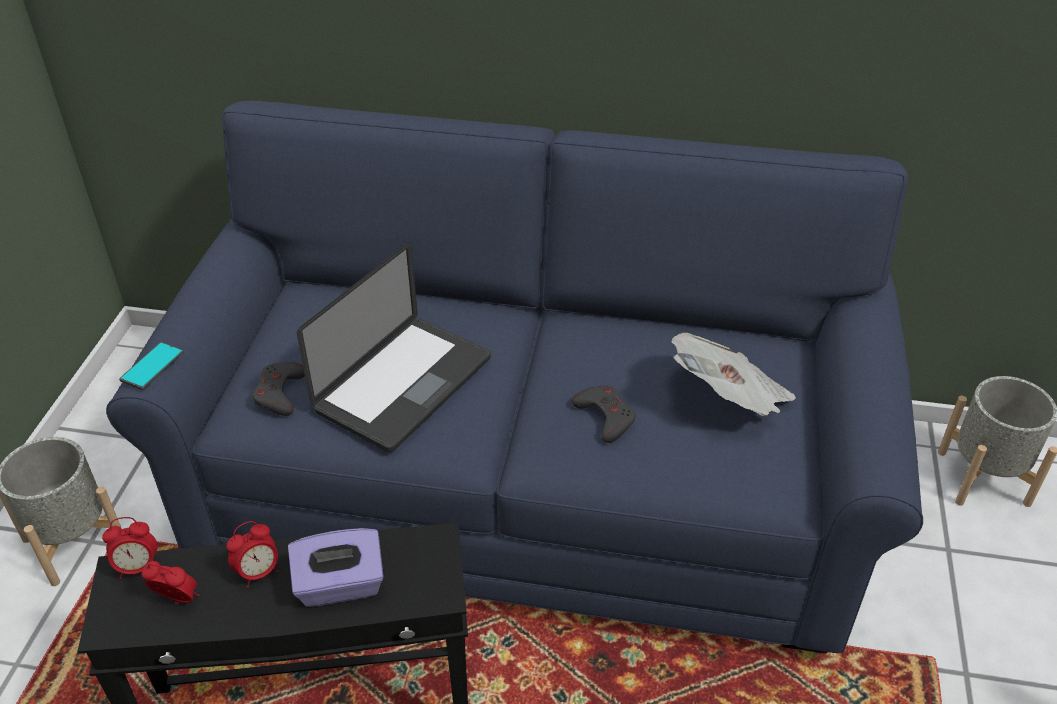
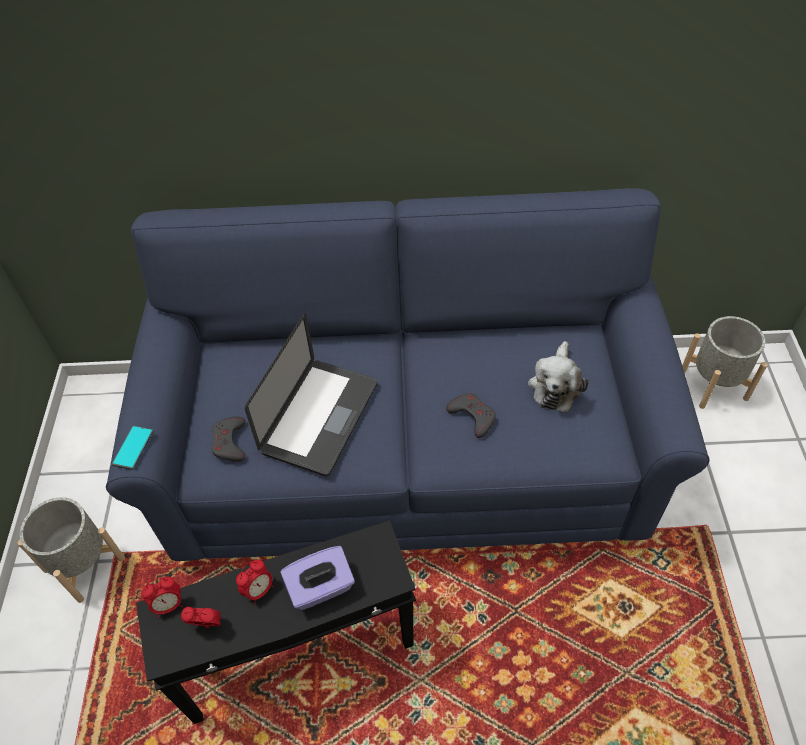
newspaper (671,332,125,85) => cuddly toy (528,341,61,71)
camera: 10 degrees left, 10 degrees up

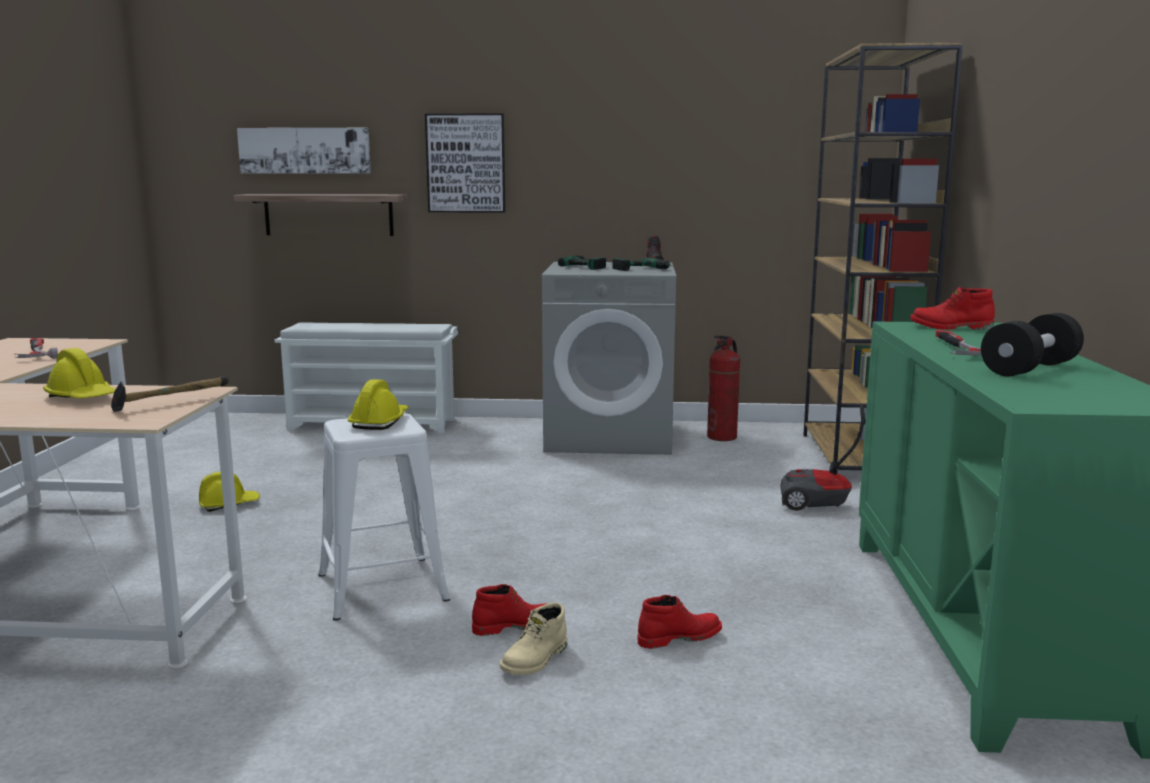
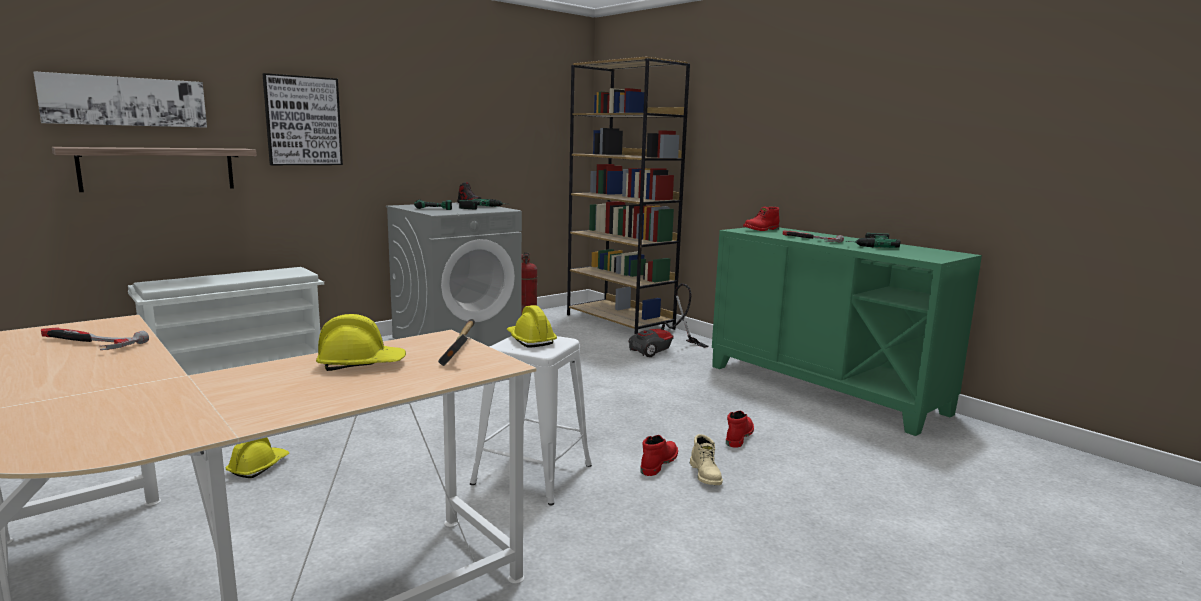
black hand weight (981,313,103,63) => drill (846,233,54,15)
camera: 45 degrees left, 0 degrees up

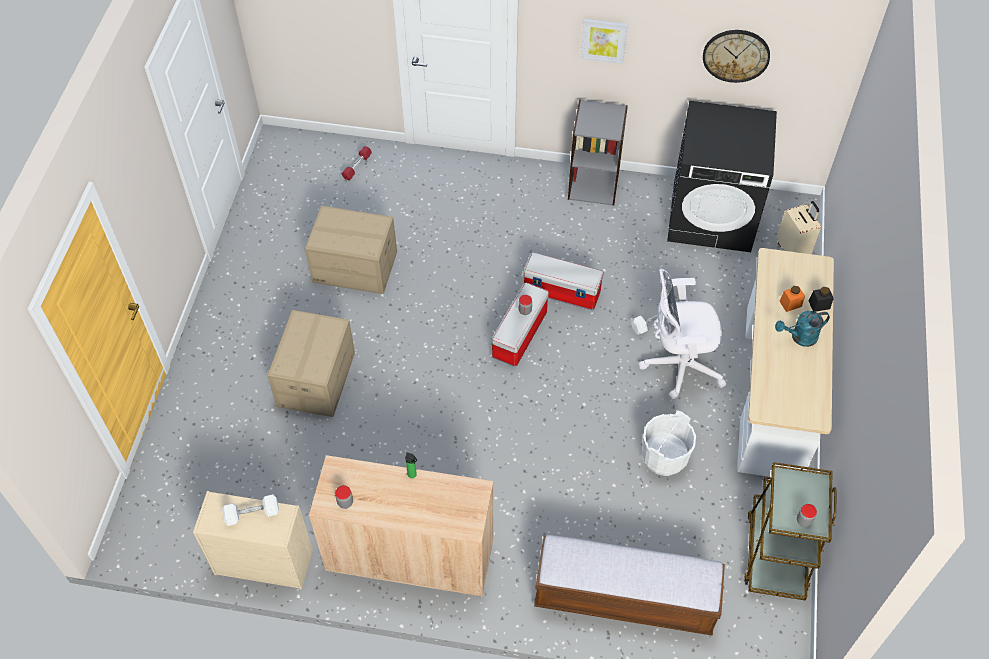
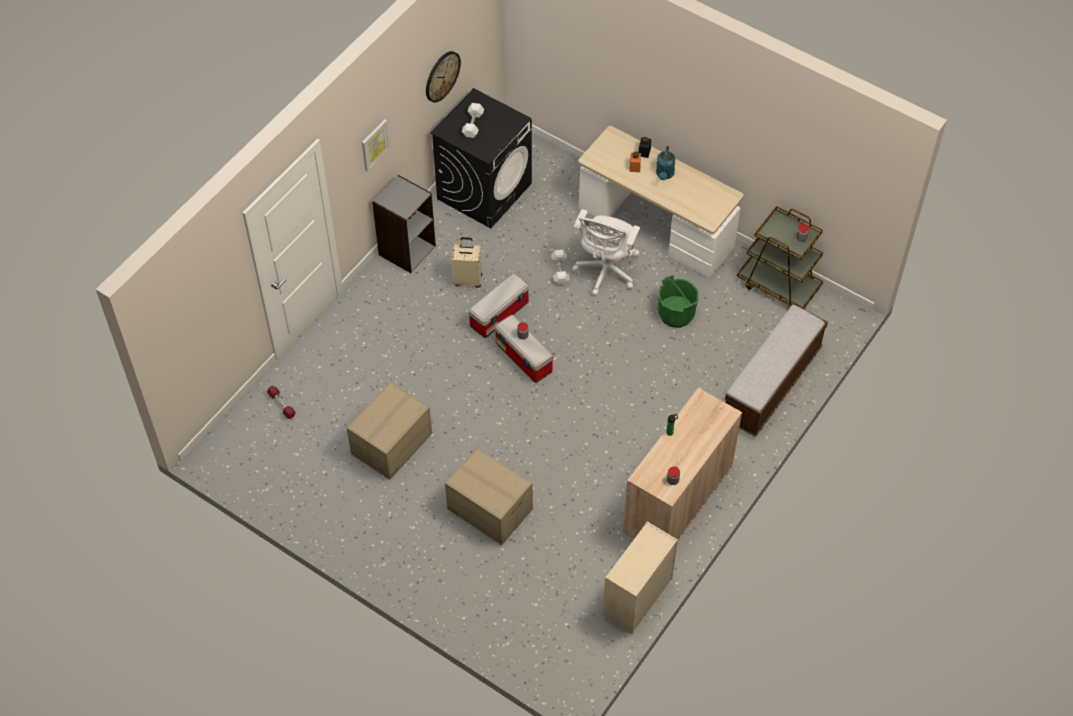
white hand weight (222,494,57,32) => white hand weight (462,103,22,35), relocated
white water bucket (642,410,54,66) => green water bucket (658,275,41,53)
beige-coloured piece of luggage (777,201,44,53) => beige-coloured piece of luggage (451,237,31,51), relocated
camera: 65 degrees left, 0 degrees up

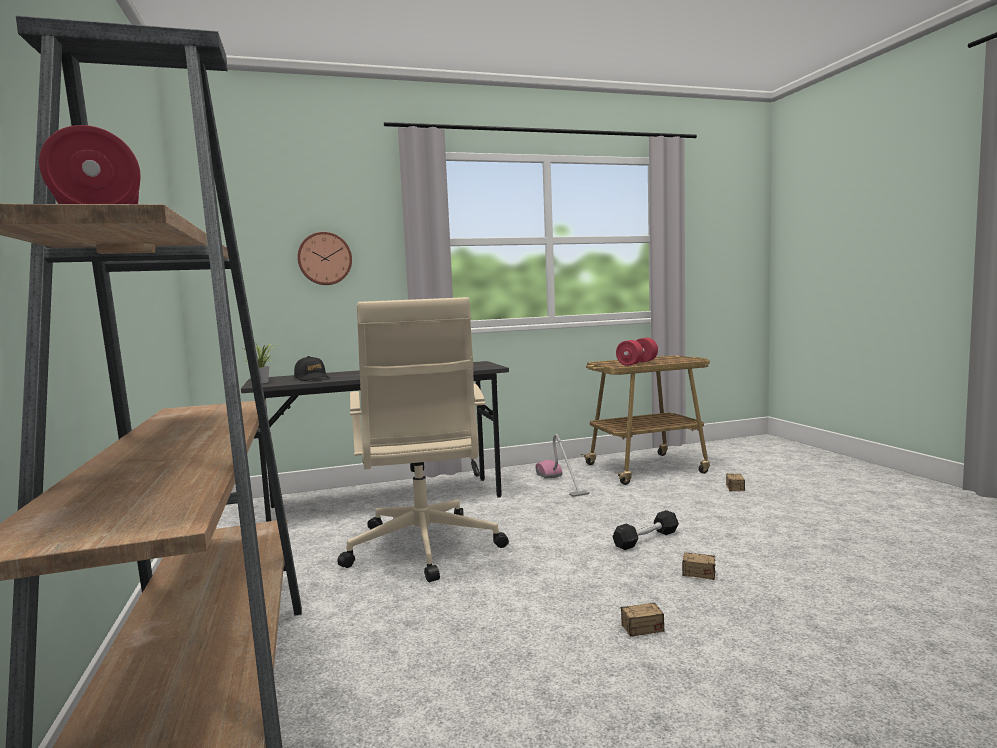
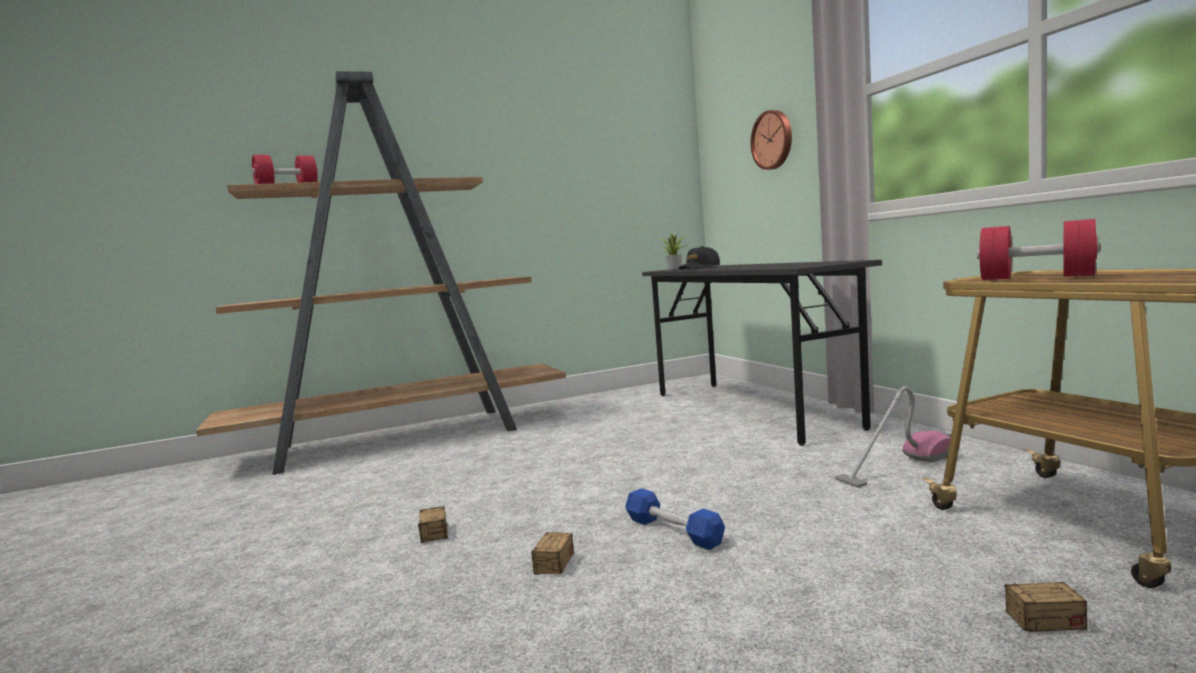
beige-coloured computer chair (337,297,172,285) => nothing
black hand weight (613,510,66,40) => blue hand weight (625,488,100,62)
camera: 85 degrees right, 0 degrees up

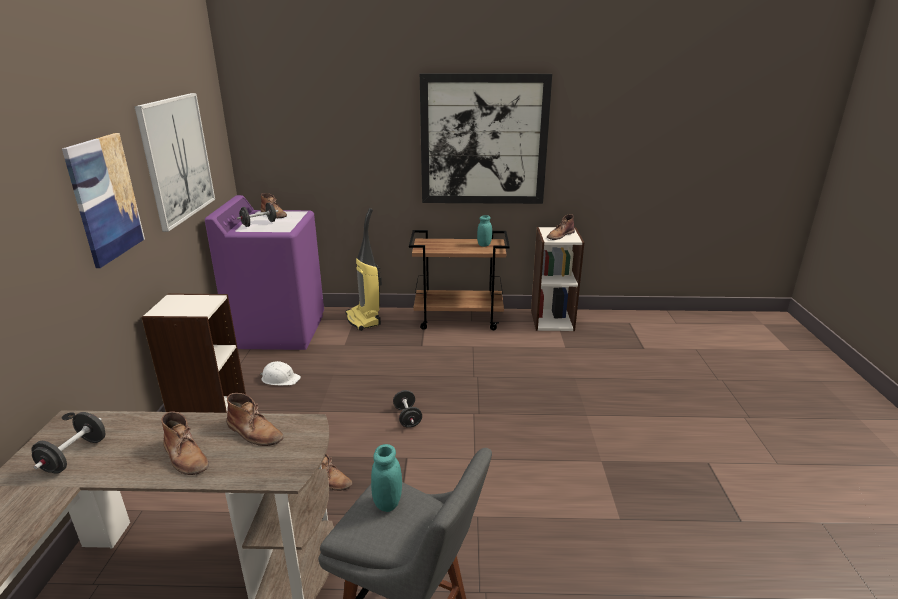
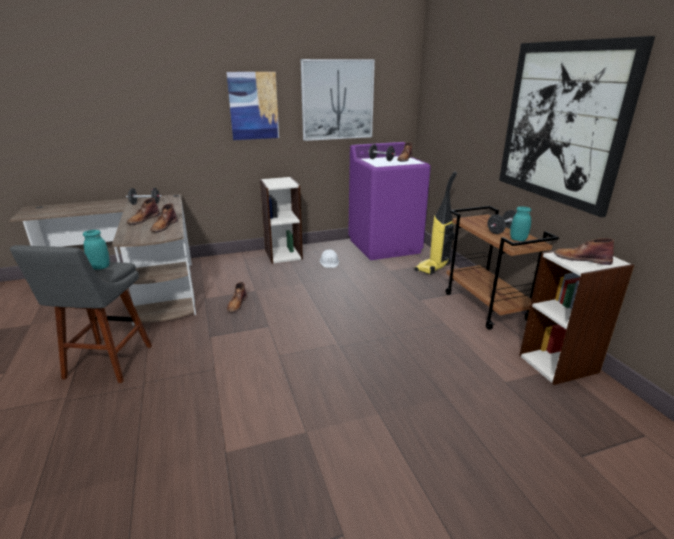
black hand weight (393,390,29,38) => black hand weight (488,210,29,24), relocated
camera: 70 degrees right, 0 degrees up

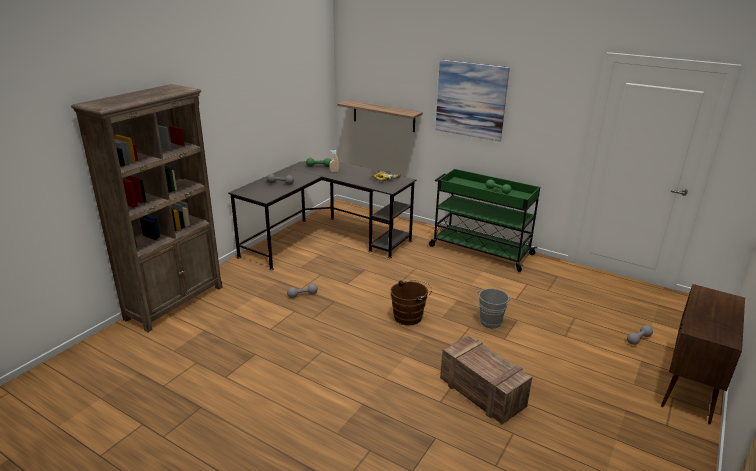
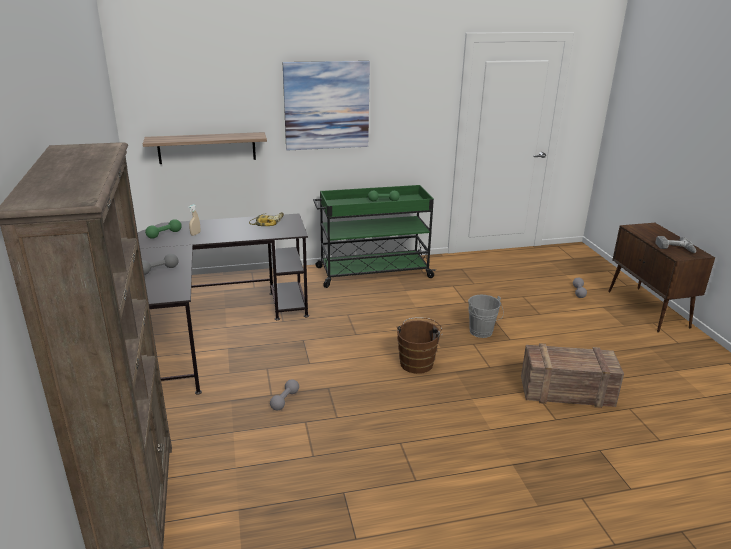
nothing => drill (656,236,40,17)
camera: 45 degrees left, 0 degrees up

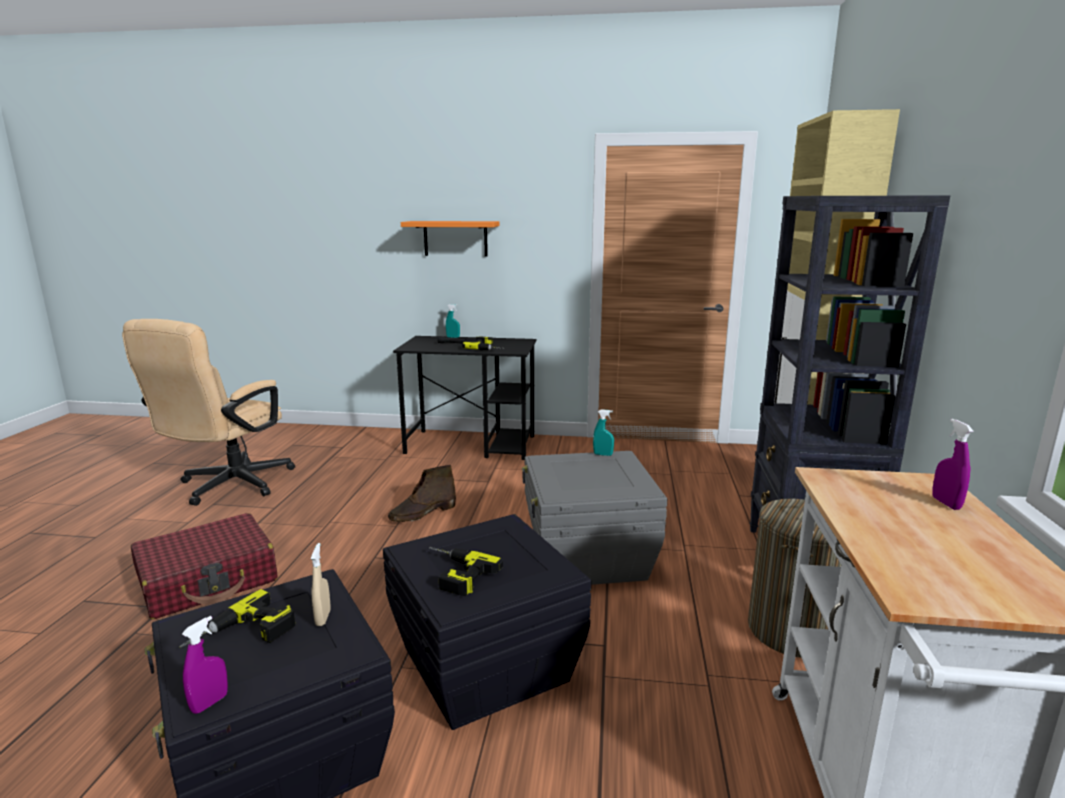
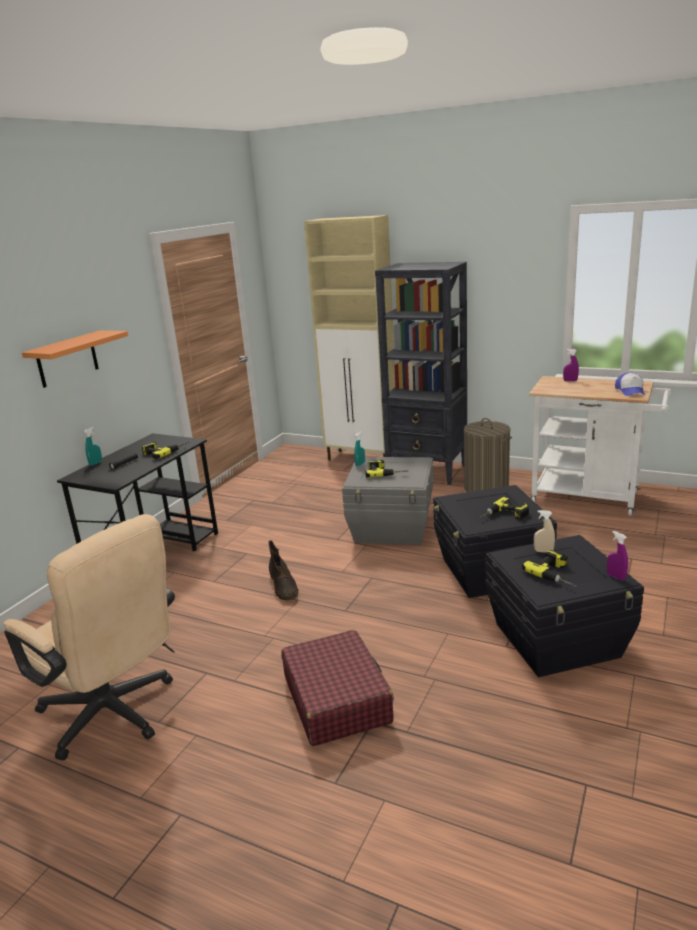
nothing => drill (365,460,43,18)
nothing => cap (615,373,30,23)
camera: 70 degrees left, 5 degrees up

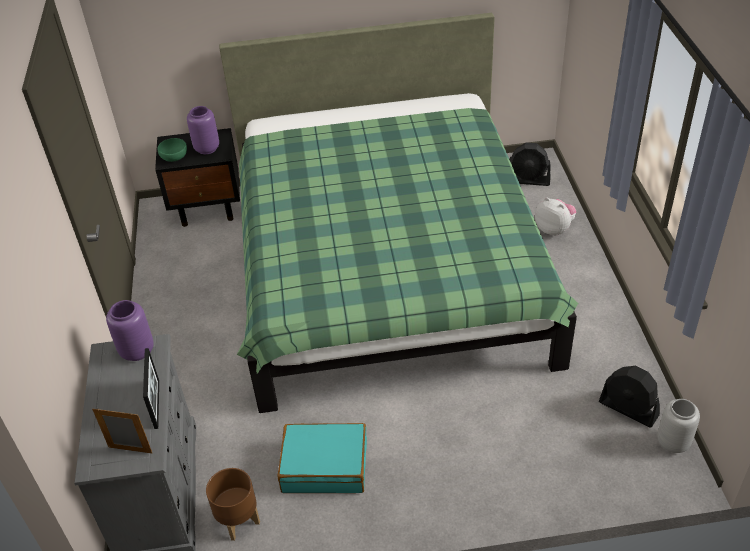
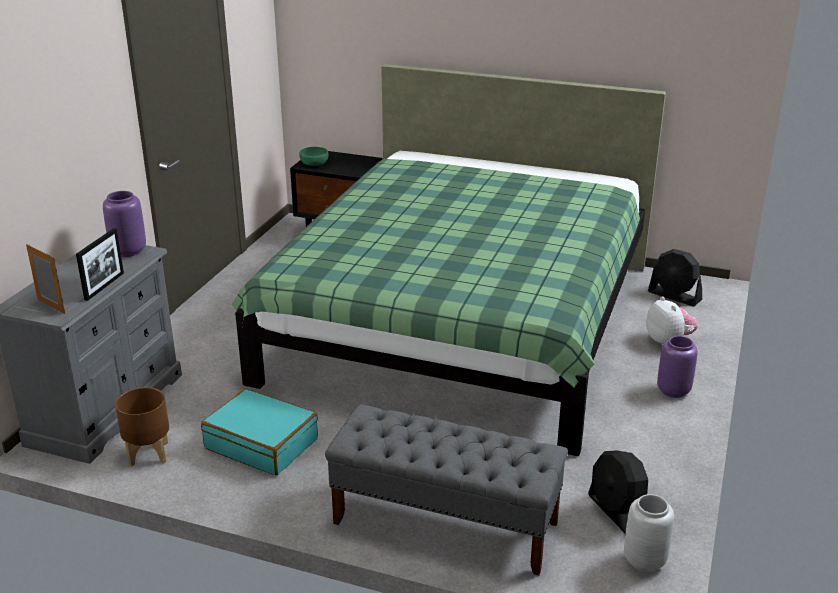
purplish flower vase (187,106,32,48) => purplish flower vase (657,336,41,62), relocated
nothing => gray indoor bench (325,405,243,170)
camera: 25 degrees right, 15 degrees down

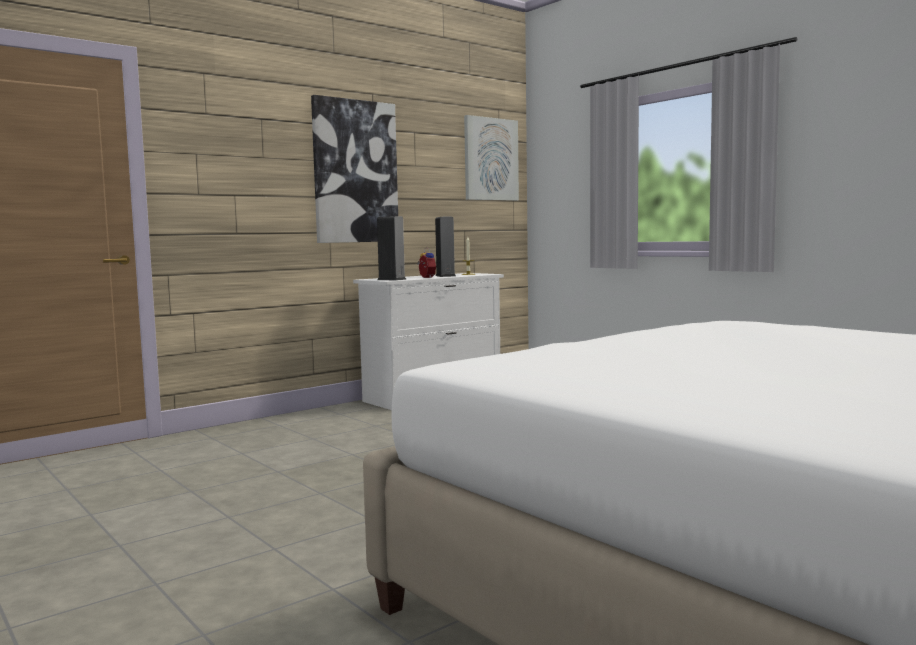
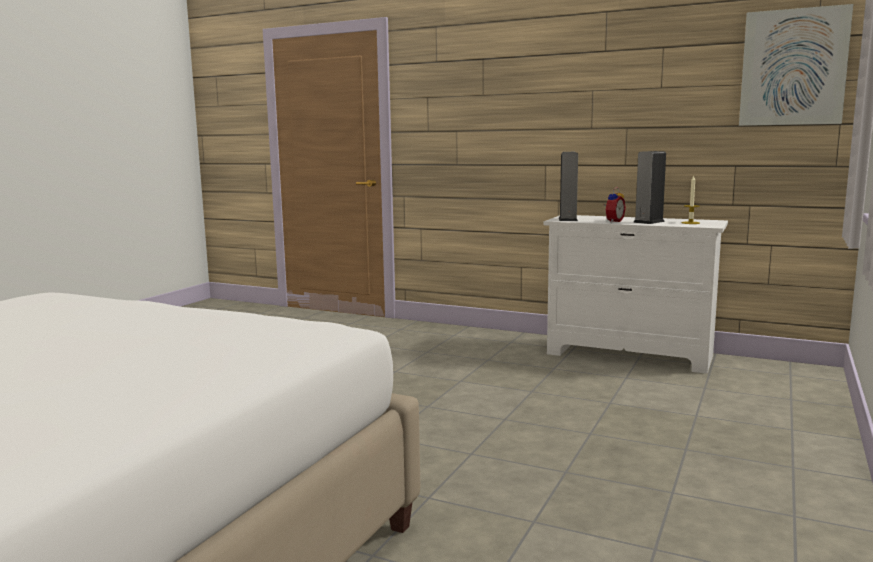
wall art (311,95,87,148) => nothing
camera: 65 degrees right, 5 degrees up

